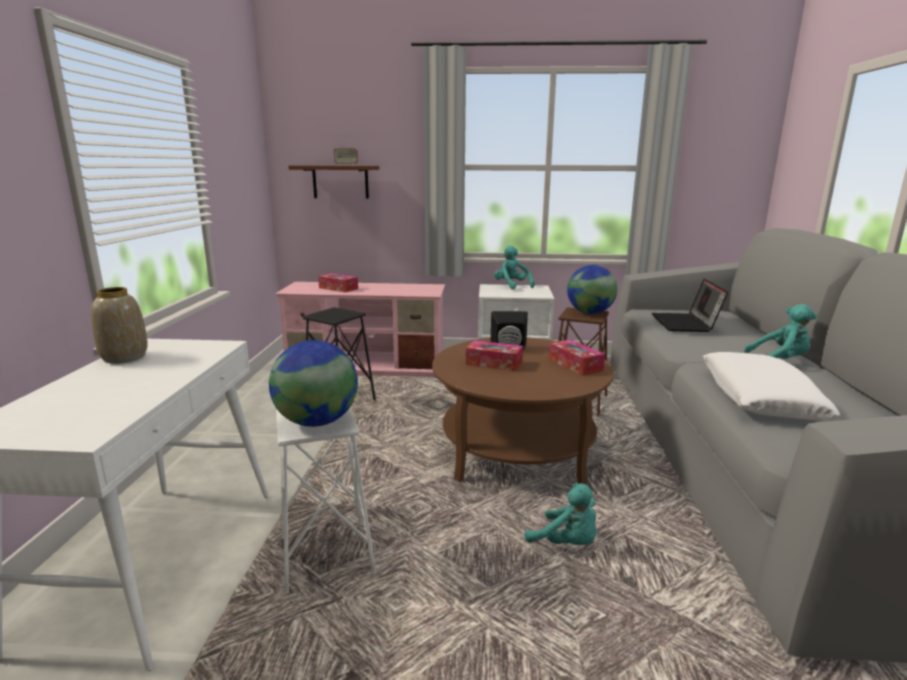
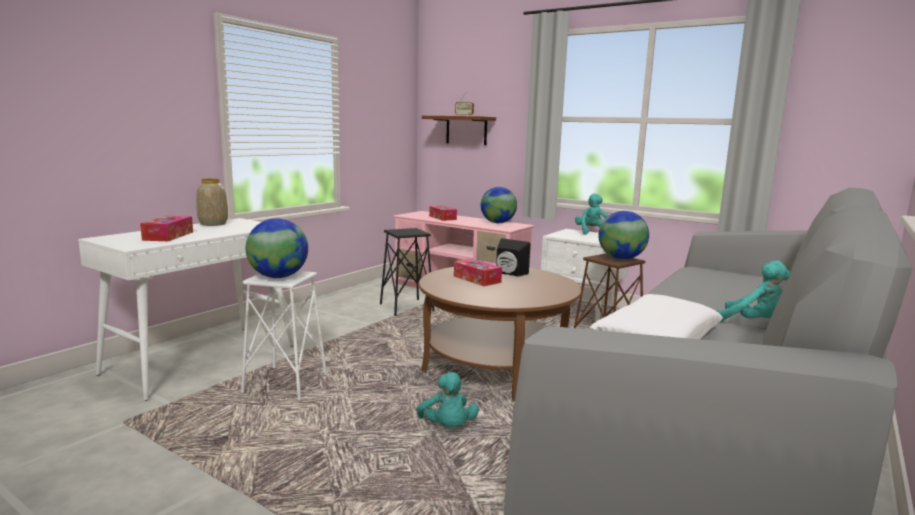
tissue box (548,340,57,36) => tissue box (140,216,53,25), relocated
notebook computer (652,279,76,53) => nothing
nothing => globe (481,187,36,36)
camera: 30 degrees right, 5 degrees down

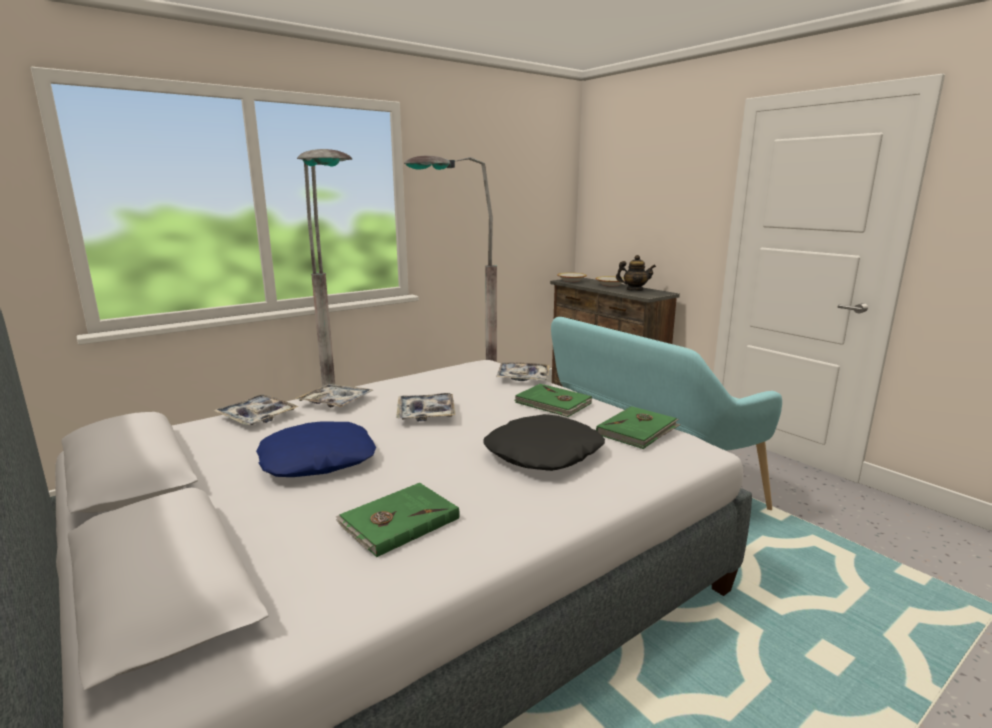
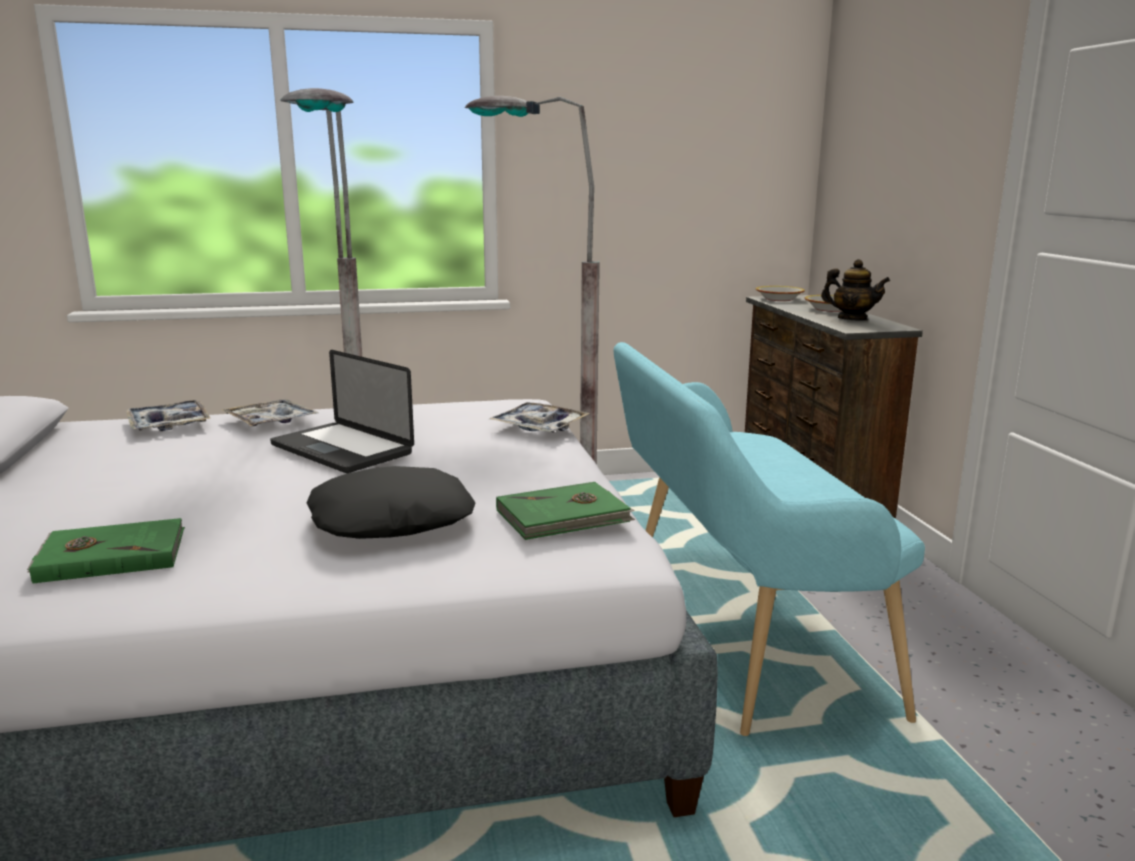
blue cushion (256,422,120,55) => nothing
carrying tray (396,393,60,29) => notebook computer (270,350,144,123)
green book (514,384,78,33) => nothing
camera: 25 degrees right, 0 degrees up

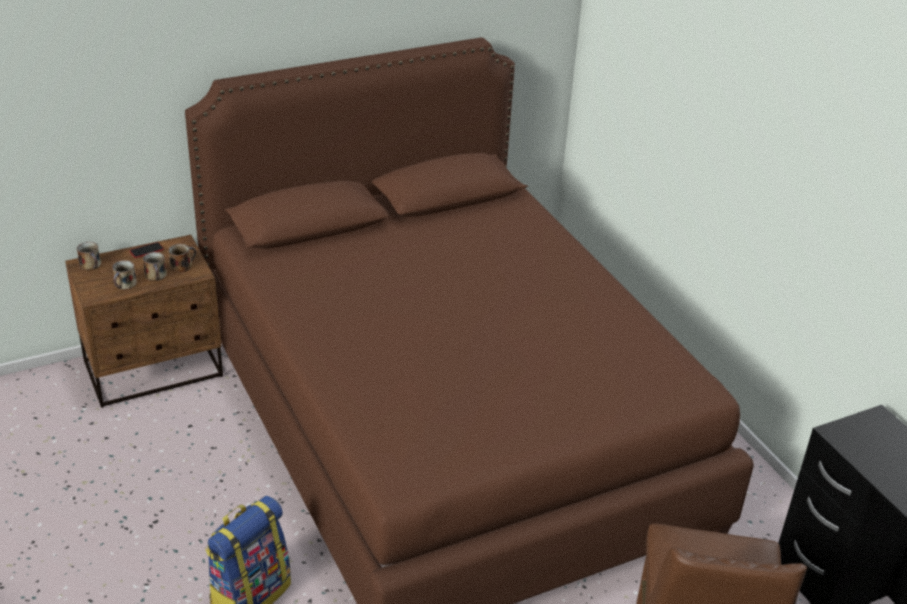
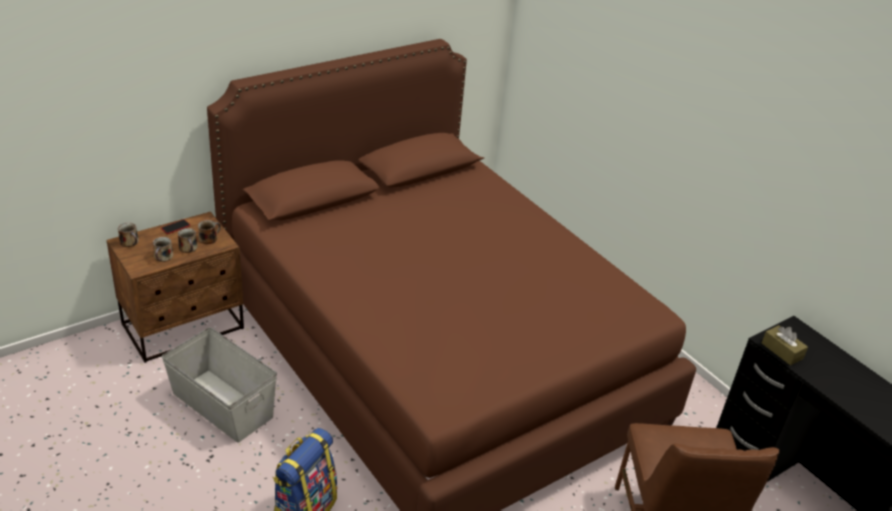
nothing => gray storage box (162,327,115,115)
nothing => brown tissue box (762,325,46,40)
camera: 10 degrees left, 0 degrees up

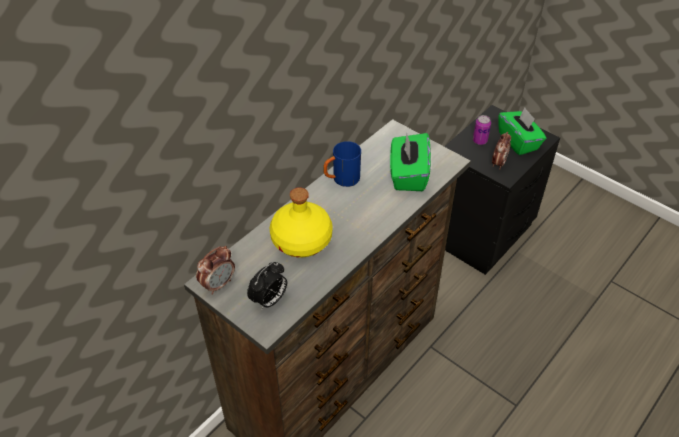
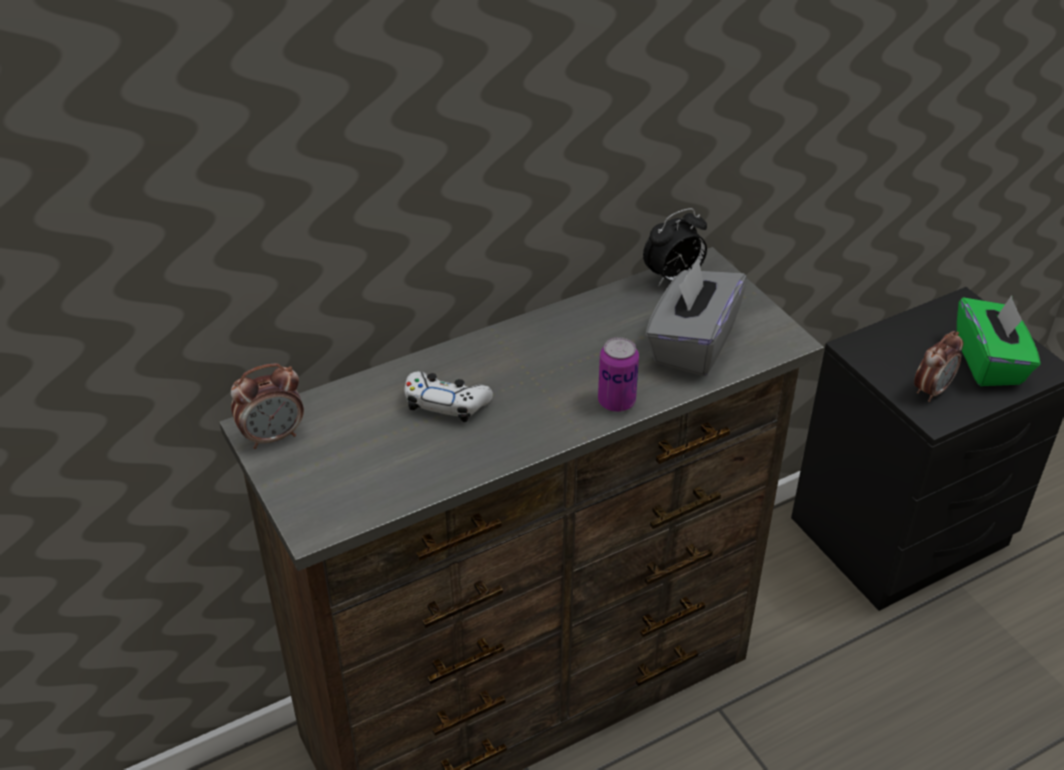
bedside clock (247,262,40,47) => bedside clock (643,208,64,79), relocated
yellow bottle (270,188,63,70) => white joypad (404,371,89,51)
blue tea mug (323,141,38,46) => nothing
green tissue box (390,132,41,59) => gray tissue box (645,258,102,118)
can (473,115,18,30) => can (598,337,41,75), relocated
camera: 20 degrees right, 5 degrees down

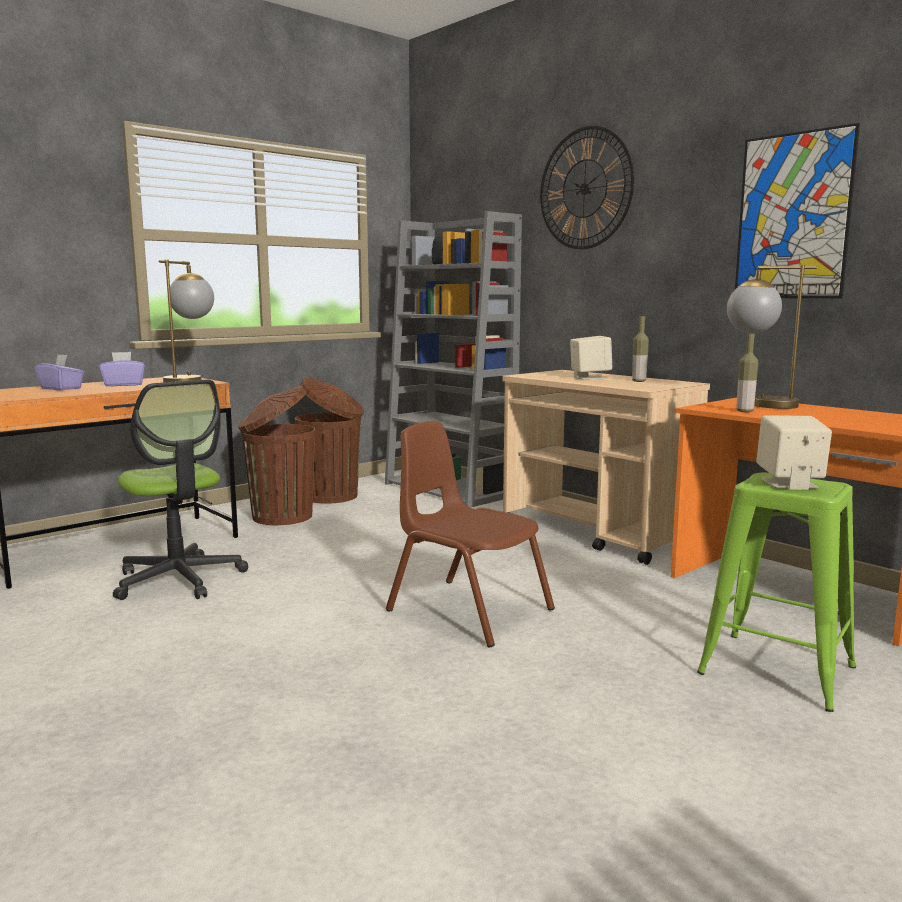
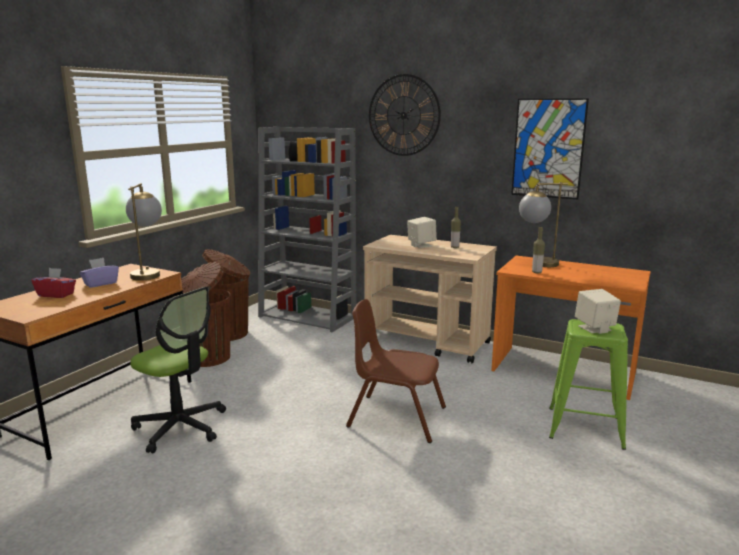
purplish tissue box (34,354,50,37) => red tissue box (31,268,45,30)
camera: 20 degrees left, 5 degrees up

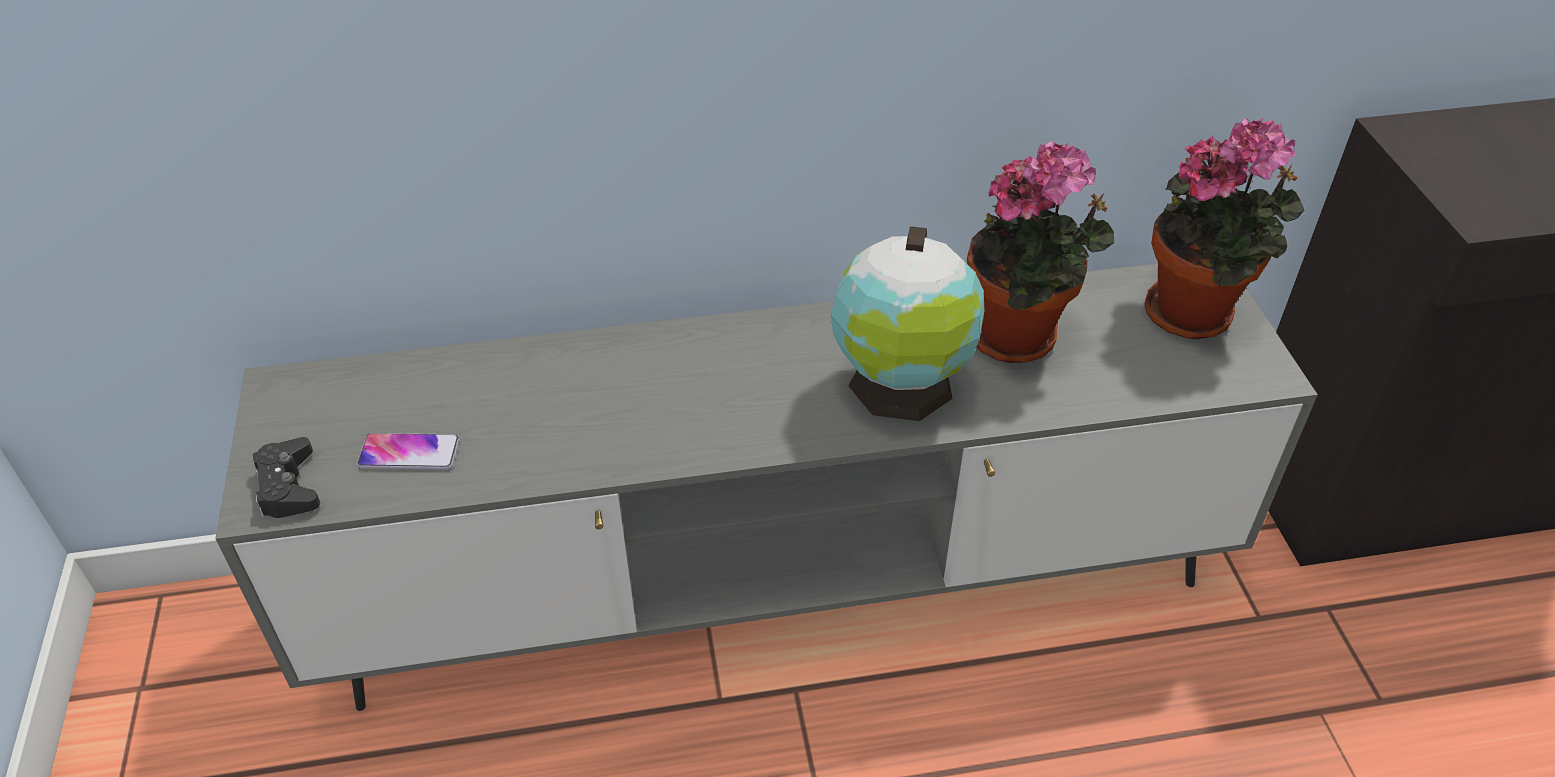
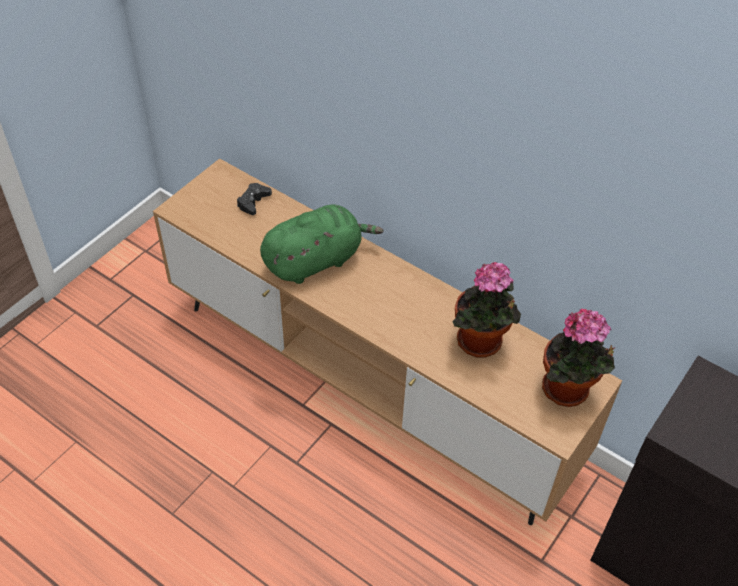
gray tv stand (215,263,1103,448) => brown tv stand (153,158,469,367)
black joypad (252,437,68,81) => black joypad (237,183,35,32), relocated
handset (357,433,103,37) => nothing
globe (831,226,153,195) => nothing
nothing => green cuddly toy (260,205,123,79)
camera: 45 degrees right, 5 degrees up

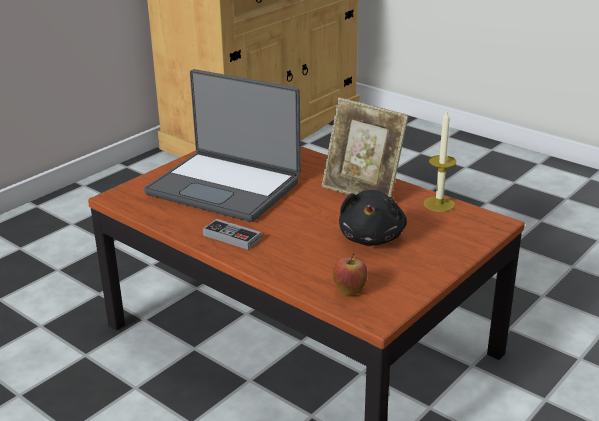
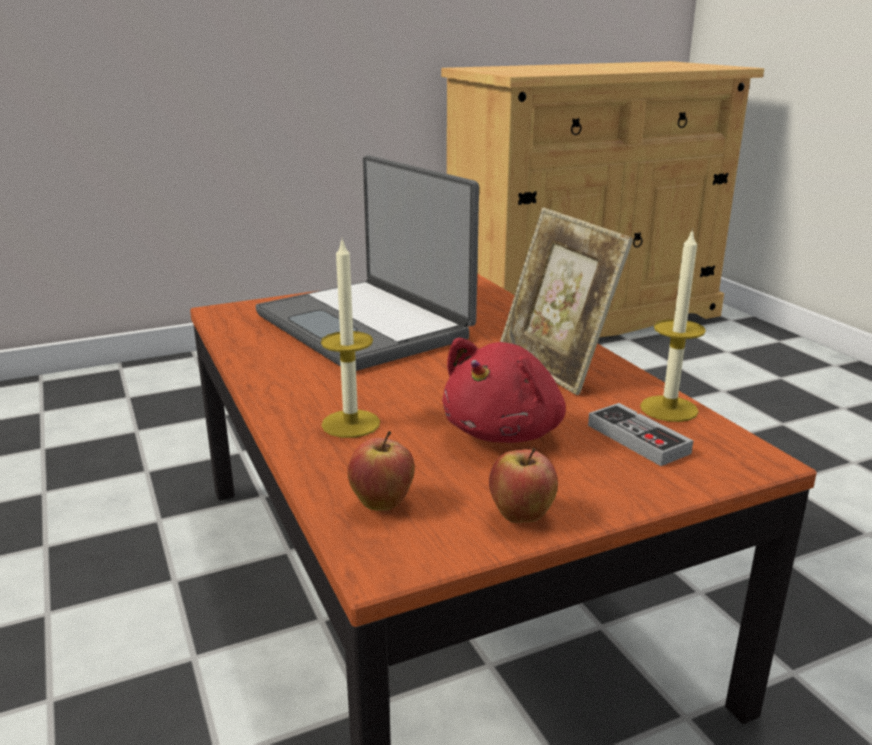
joypad (203,219,58,31) => joypad (588,403,105,63), relocated
black cuddly toy (339,190,68,56) => red cuddly toy (442,338,124,105)
nothing => candle (321,237,59,201)
nothing => whole apple (489,448,69,75)
camera: 25 degrees right, 5 degrees down

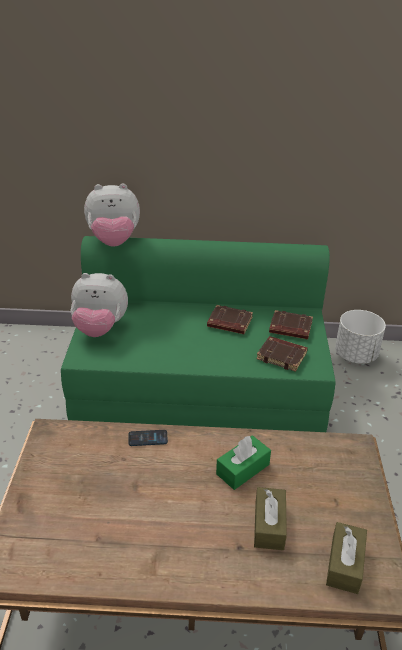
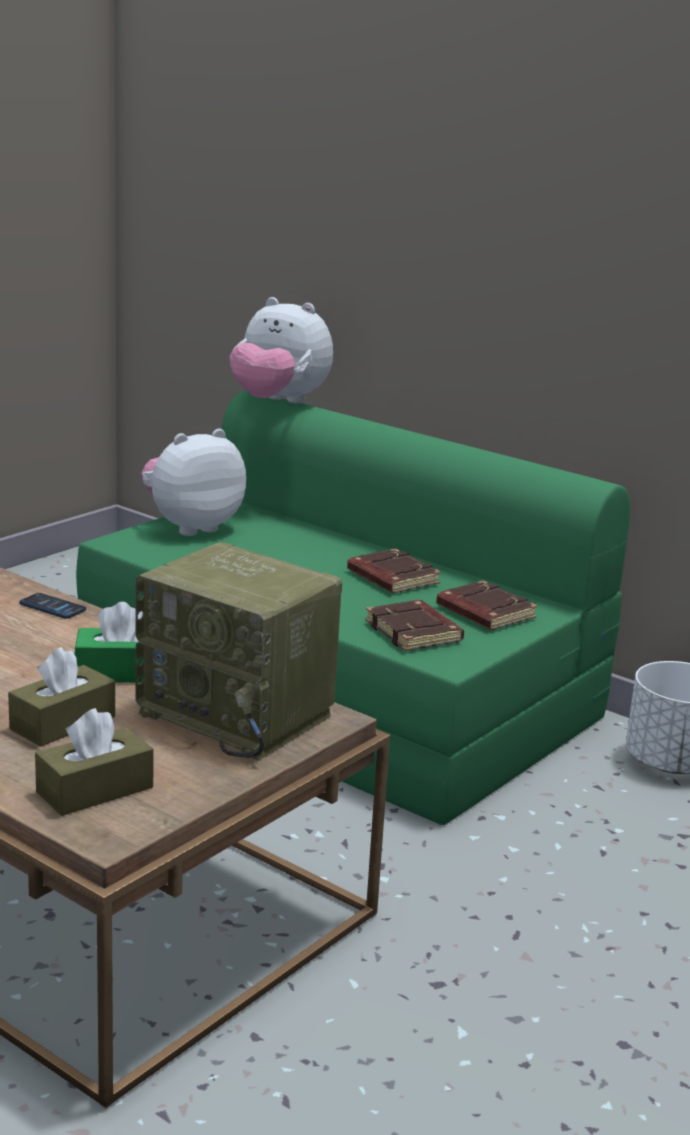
cuddly toy (70,273,58,64) => cuddly toy (141,429,105,107), 105 degrees clockwise
nothing => radio receiver (135,542,207,219)
camera: 35 degrees right, 15 degrees down

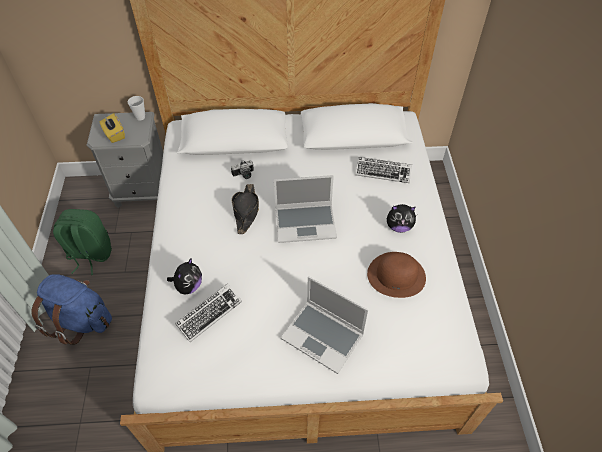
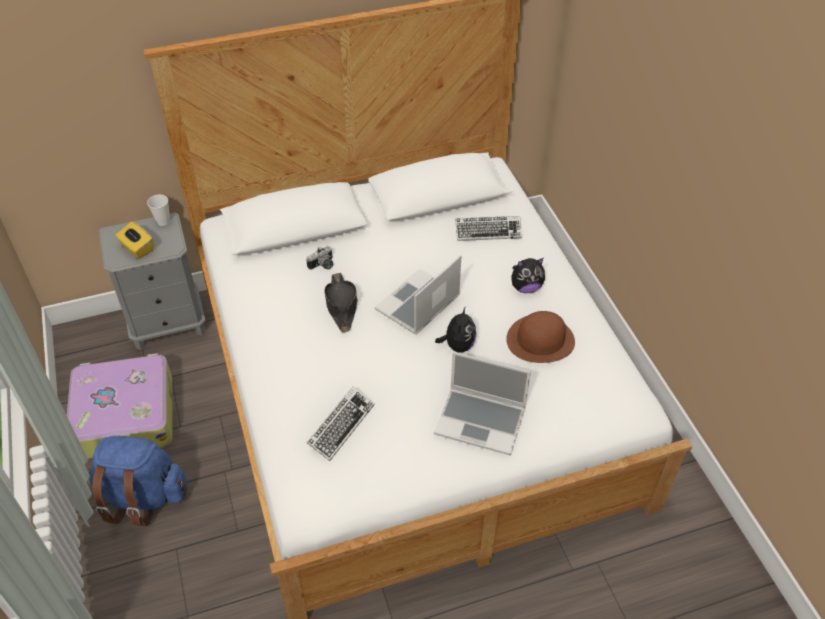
green rucksack (53,209,59,66) => piece of luggage (67,353,106,106)
cuddly toy (167,257,35,38) => cuddly toy (435,308,41,45), relocated
notebook computer (274,175,63,68) => notebook computer (375,255,86,80), 150 degrees clockwise
camera: 15 degrees left, 5 degrees down

